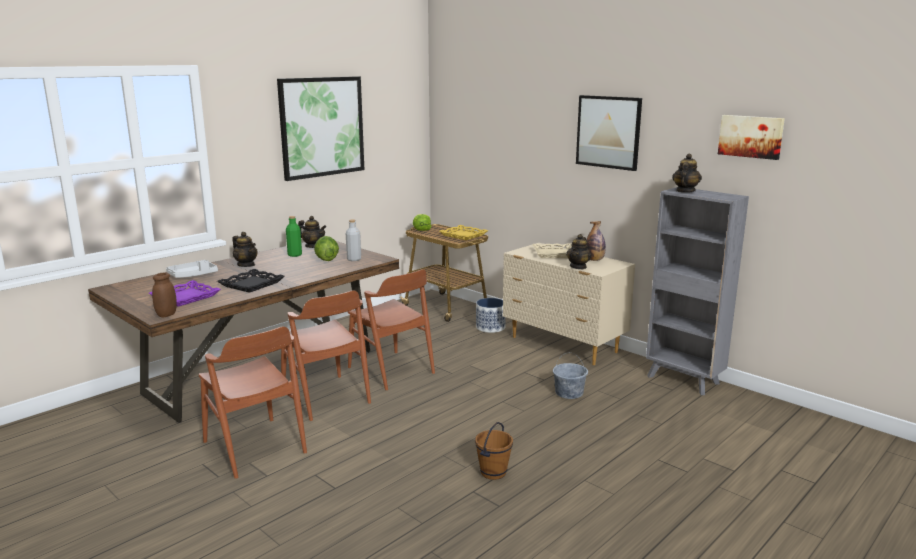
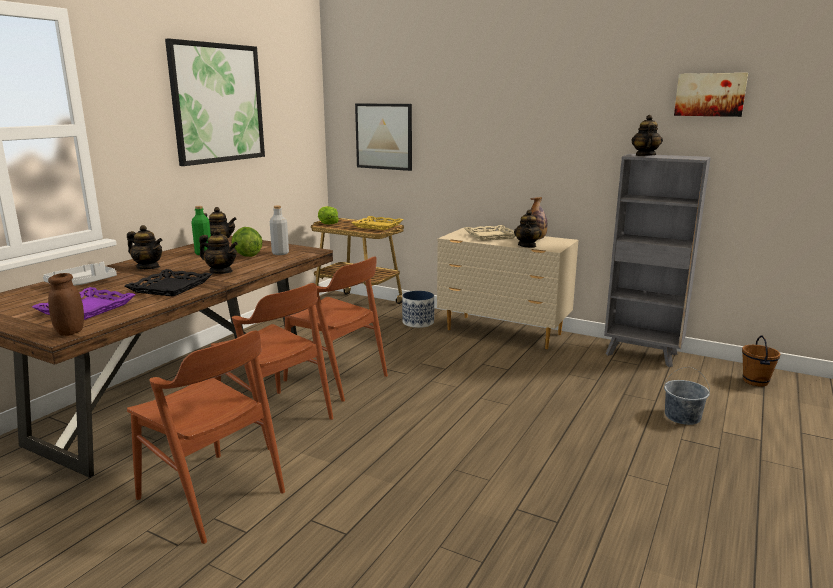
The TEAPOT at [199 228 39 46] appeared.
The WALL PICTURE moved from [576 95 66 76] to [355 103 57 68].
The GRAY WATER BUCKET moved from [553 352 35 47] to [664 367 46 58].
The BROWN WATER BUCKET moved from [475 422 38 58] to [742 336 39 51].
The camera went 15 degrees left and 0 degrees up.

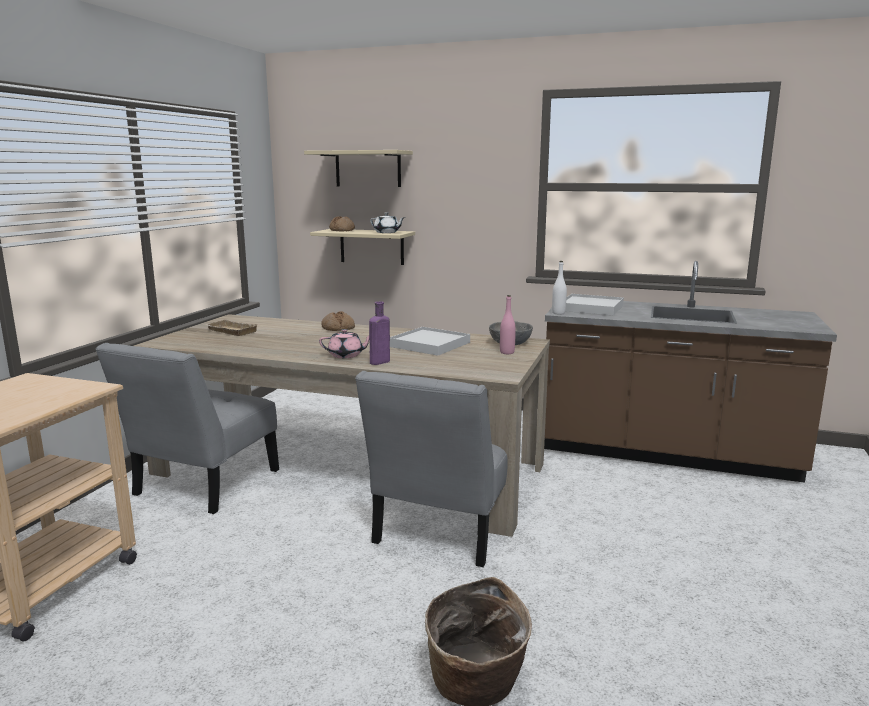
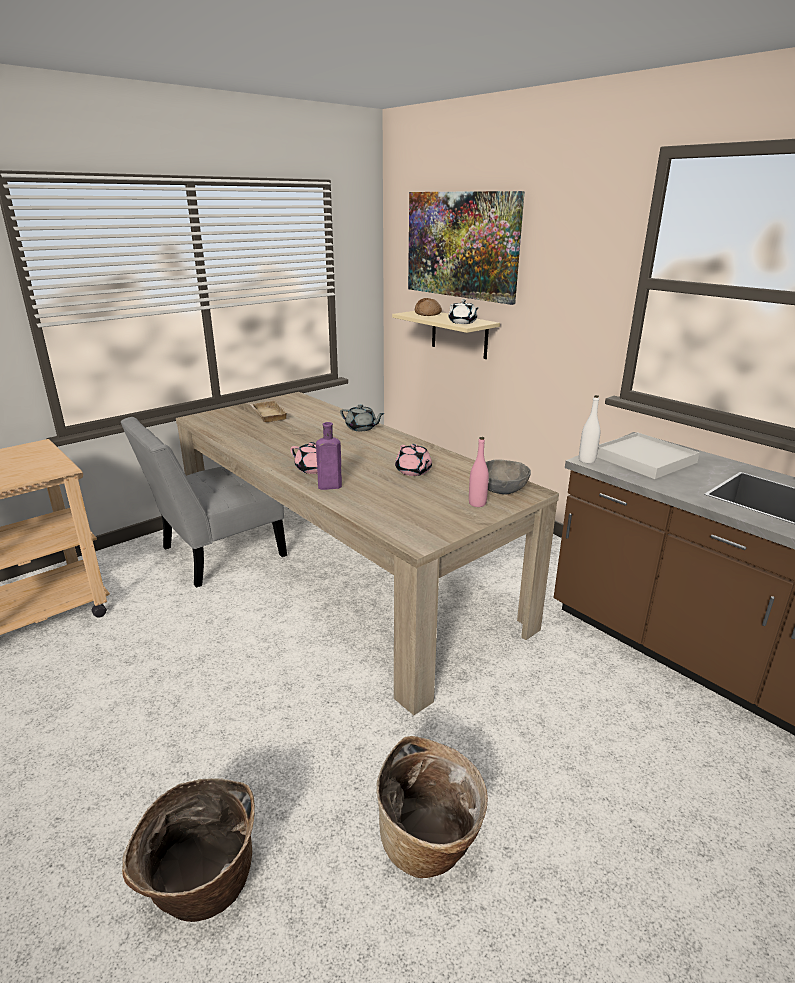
The BREAD at [321 311 34 20] was replaced by the GRAY TEAPOT at [340 404 45 27].
The STORAGE BASKET at [377 736 111 142] appeared.
The WHITISH SERVING TRAY at [390 327 80 29] was replaced by the PINK TEAPOT at [395 444 37 32].
The BEIGE-COLOURED BRACKET SHELF at [304 150 109 37] was replaced by the WALL PICTURE at [408 191 117 114].
The GRAY CHAIR at [355 371 153 196] disappeared.
The camera went 30 degrees right and 10 degrees up.

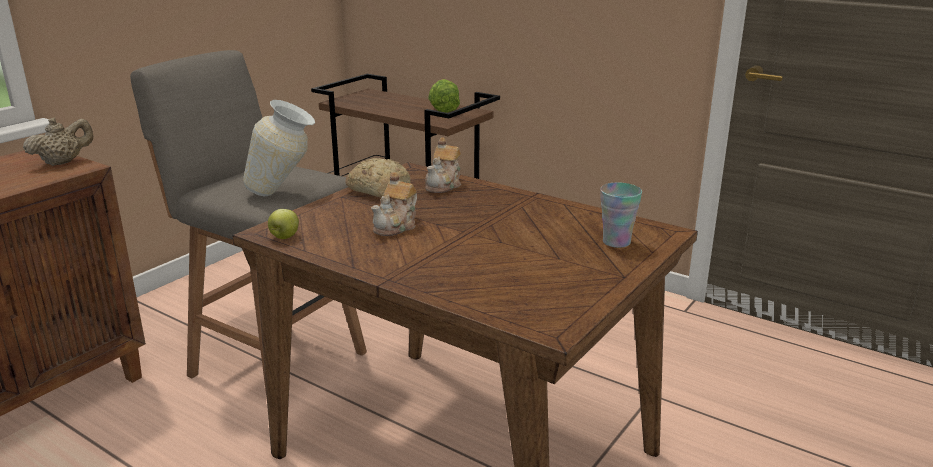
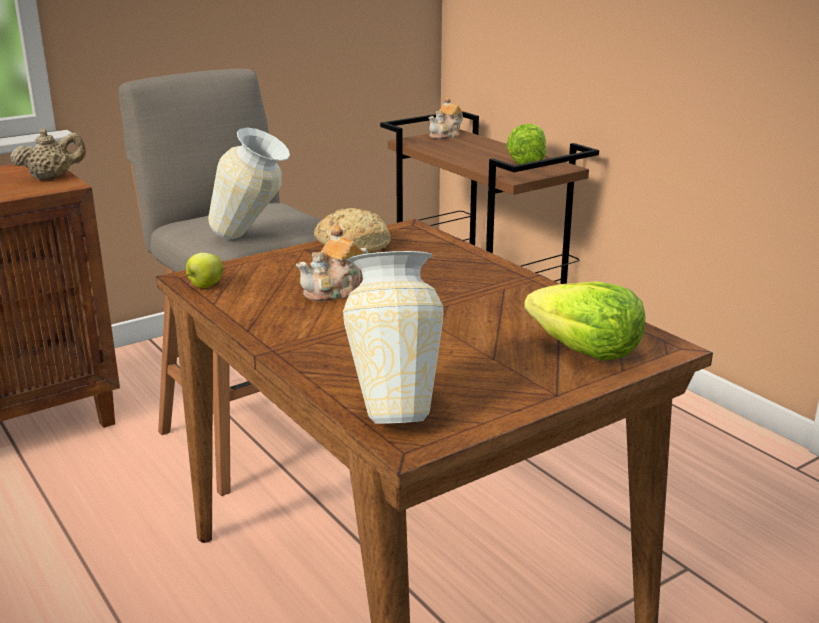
The DECORATIVE VASE at [343 251 100 173] appeared.
The TEAPOT moved from [425 137 36 56] to [428 97 35 42].
The CUP at [600 183 42 65] was replaced by the LETTUCE HEAD at [524 281 121 80].
The camera went 20 degrees right and 0 degrees up.

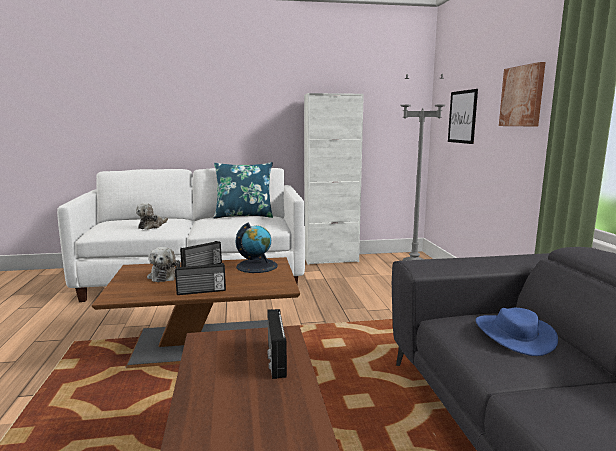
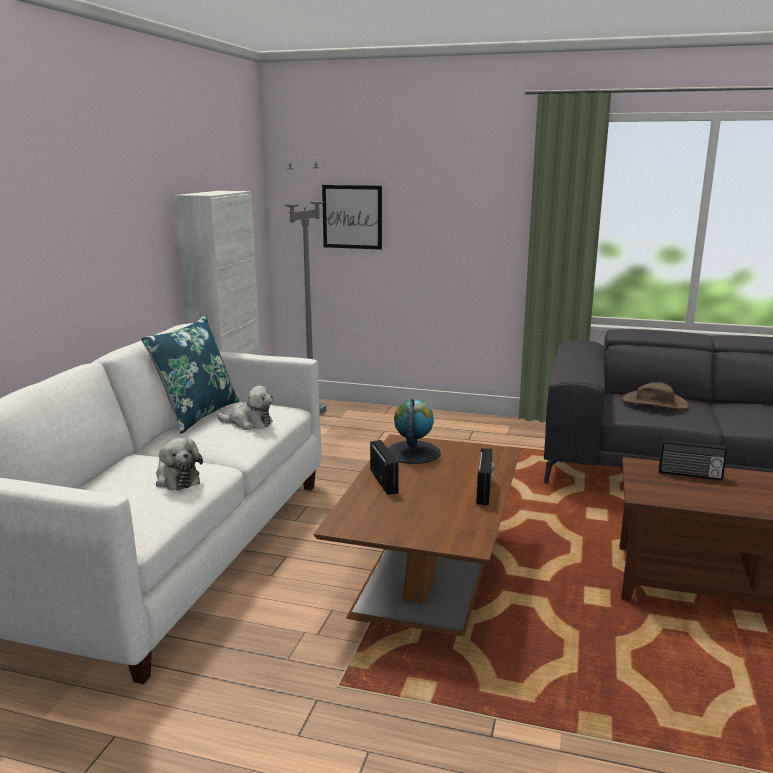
The PLUSH TOY moved from [147 247 33 35] to [217 385 56 45].
The BLUISH CLOTHING HAT at [475 308 83 48] became the BROWN CLOTHING HAT at [621 382 69 28].
The WALL PICTURE at [499 62 46 65] disappeared.
The camera went 65 degrees left and 5 degrees up.

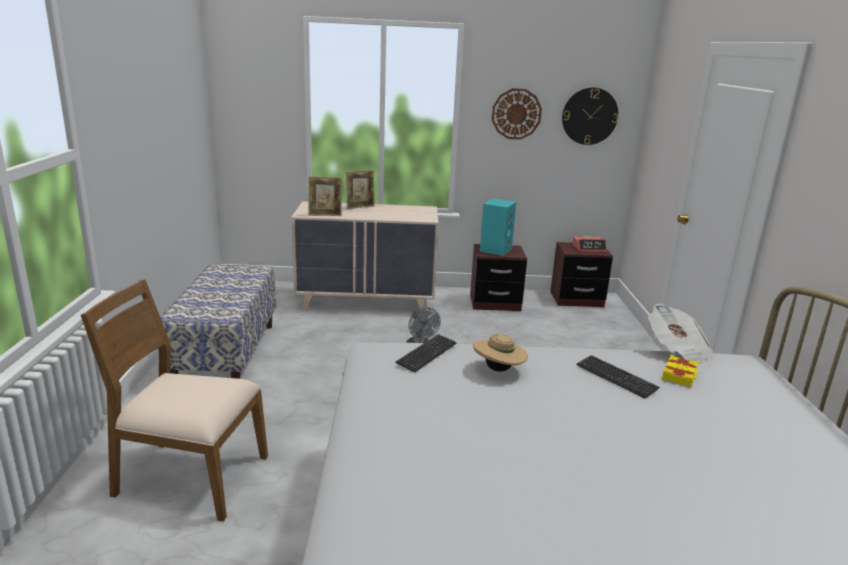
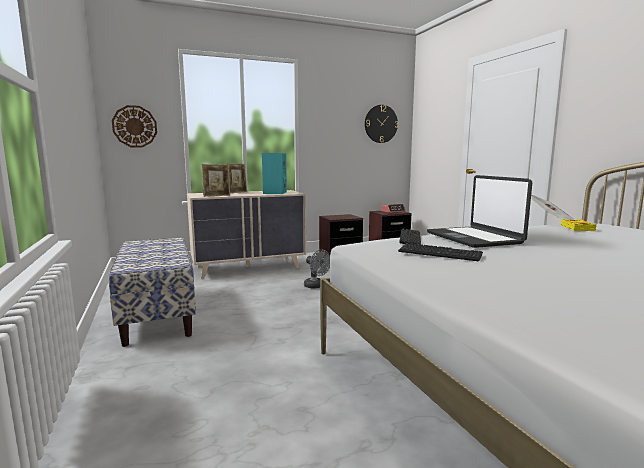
The CLOCK ON THE WALL moved from [492 88 50 52] to [112 105 45 43].
The TURQUOISE LOUDSPEAKER moved from [480 198 36 58] to [262 153 25 41].
The KEYBOARD moved from [576 355 84 43] to [398 243 85 18].
The BEIGE-COLOURED CLOTHING HAT at [473 334 55 38] was replaced by the LAPTOP at [427 175 105 73].
The BROWN CHAIR at [81 279 187 243] disappeared.
The camera went 20 degrees left and 10 degrees down.

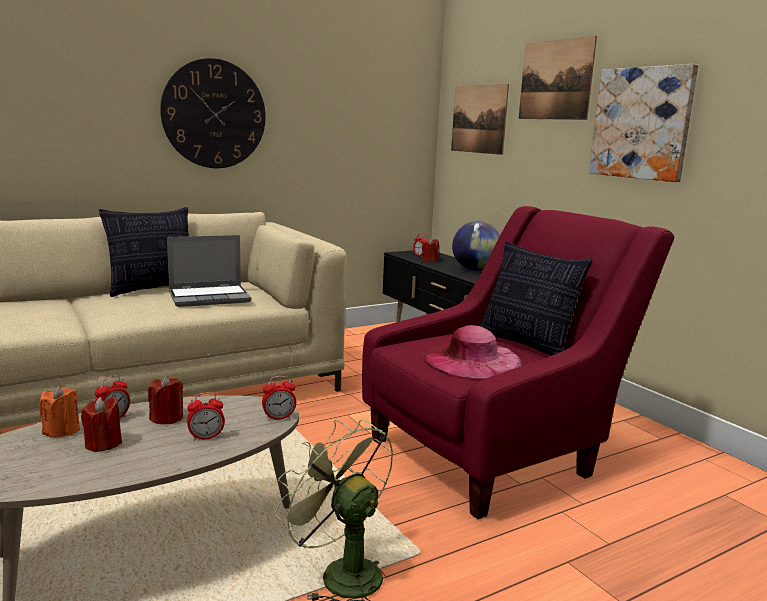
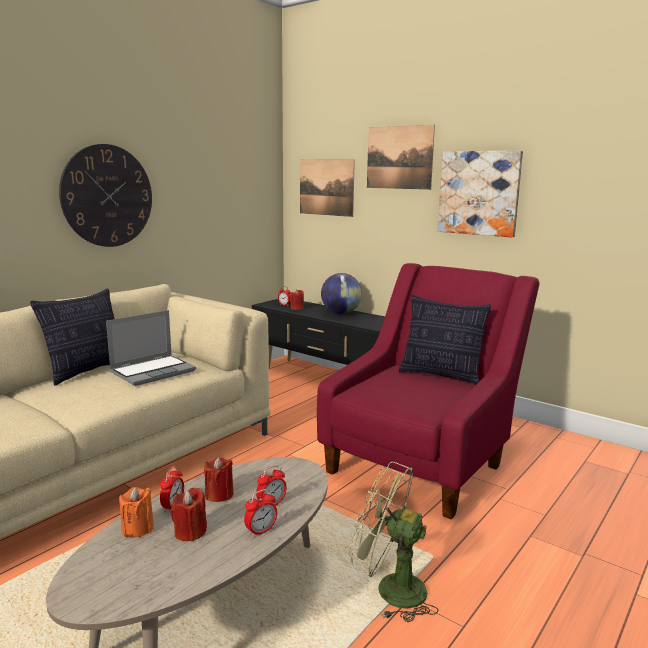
The BEDSIDE CLOCK moved from [262 376 34 45] to [244 489 33 49].
The PINK CLOTHING HAT at [423 325 99 54] disappeared.
The camera went 20 degrees left and 0 degrees up.

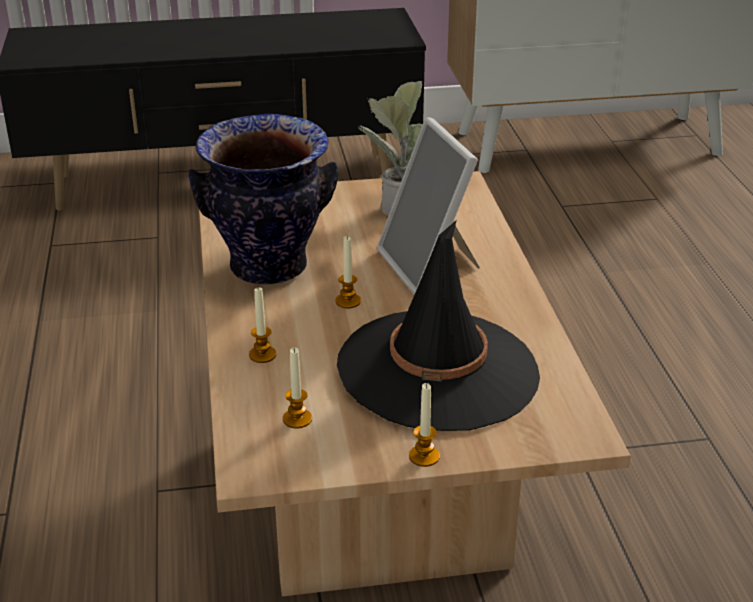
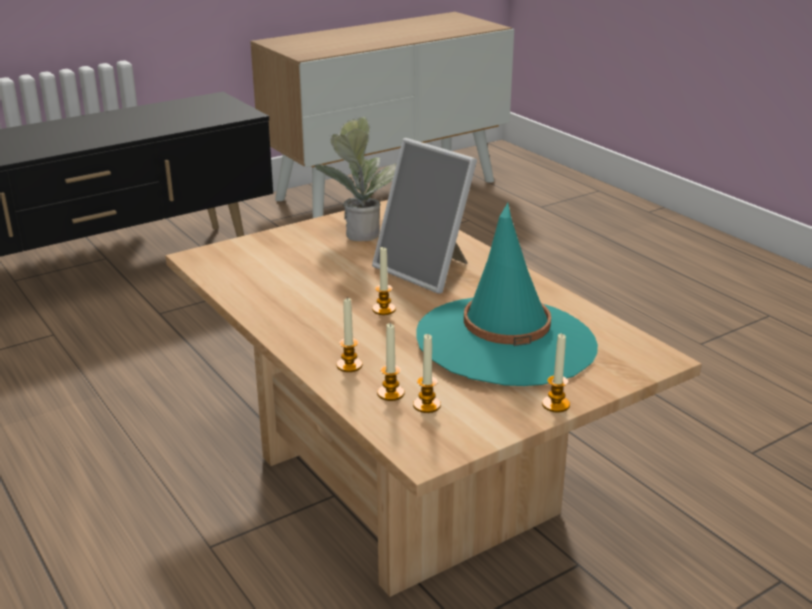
The WAX CANDLE at [377 323 27 78] appeared.
The BLACK-COLOURED CLOTHING HAT at [337 220 203 211] became the TURQUOISE CLOTHING HAT at [416 203 182 183].
The DECORATIVE VASE at [188 113 151 172] disappeared.
The camera went 25 degrees left and 5 degrees down.

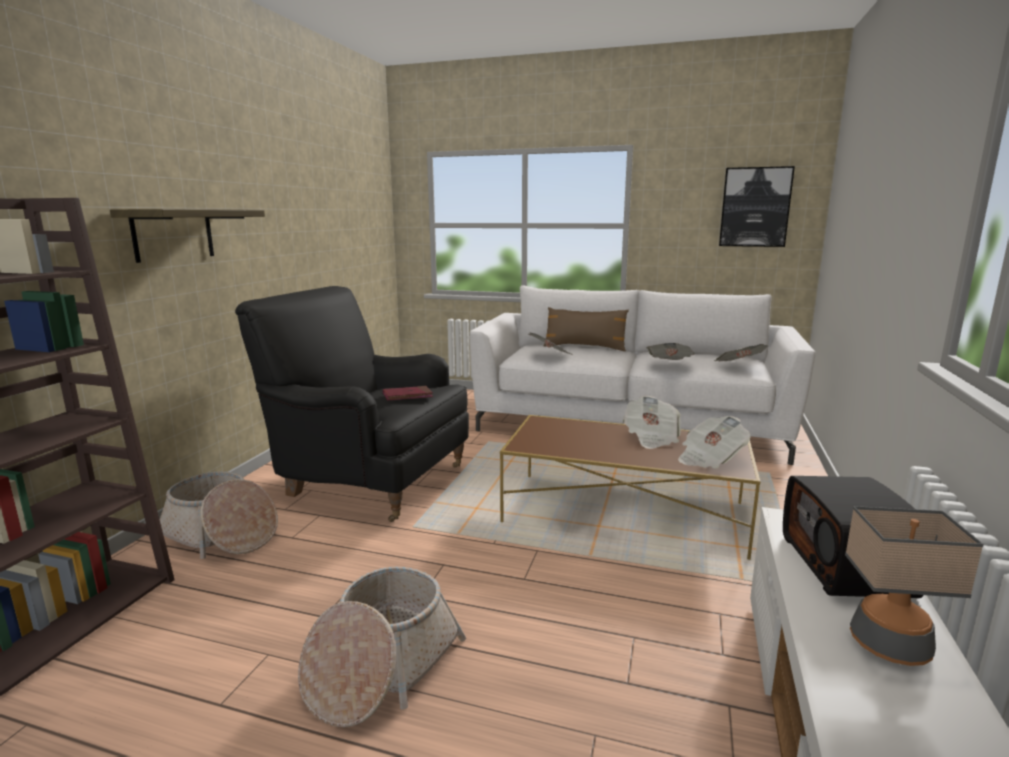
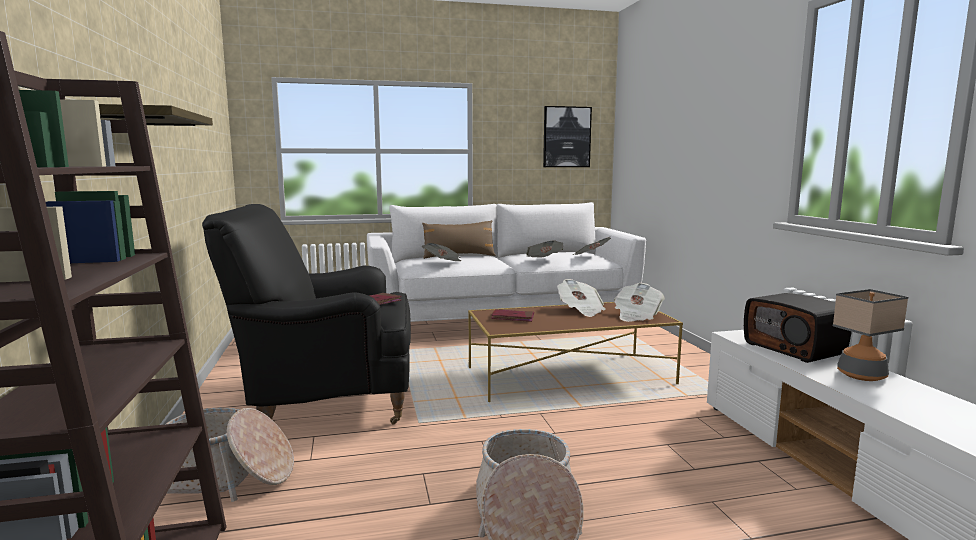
The RED VOLUME at [491 309 43 13] appeared.
The camera went 30 degrees left and 5 degrees down.

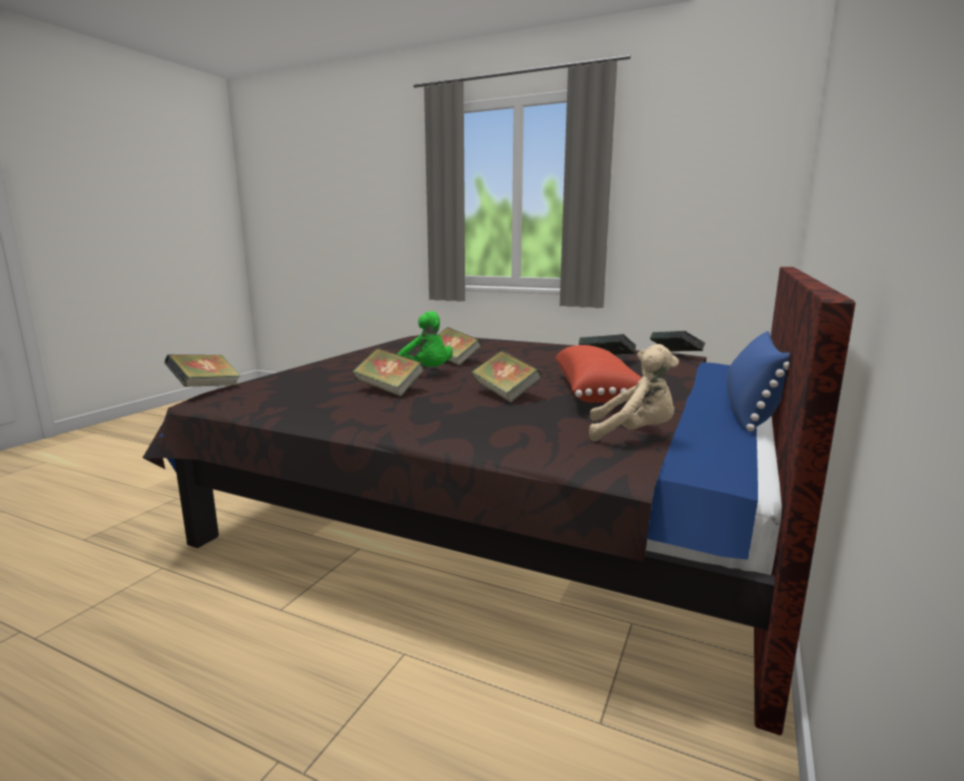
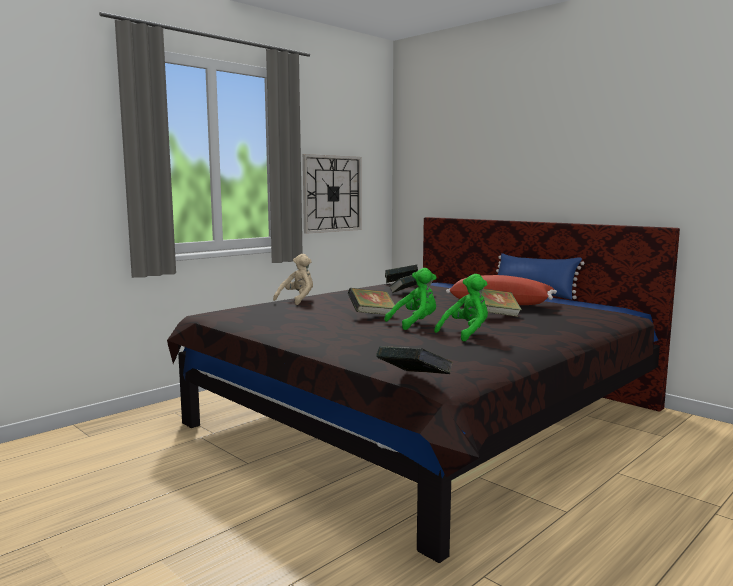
The BEIGE-COLOURED PLUSH TOY moved from [589 344 90 97] to [273 254 40 51].
The CLOCK ON THE WALL at [303 154 58 80] appeared.
The VOLUME at [352 348 72 49] was replaced by the GREEN PLUSH TOY at [434 274 54 68].
The camera went 70 degrees left and 5 degrees down.

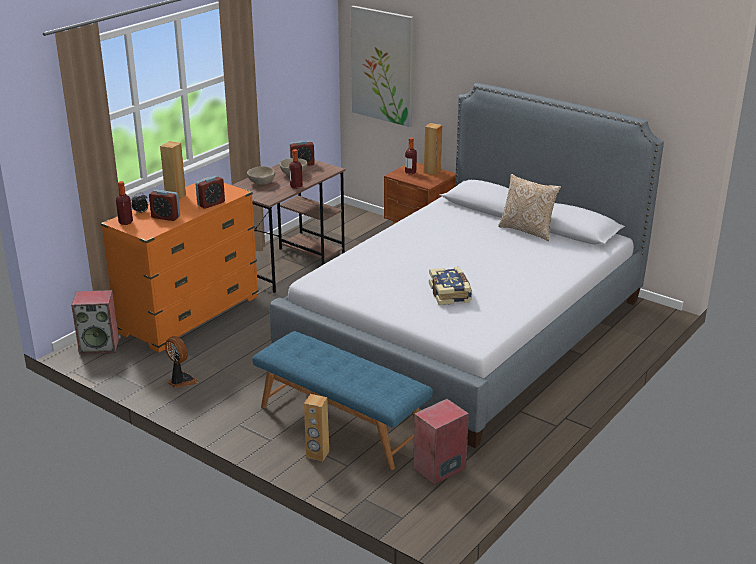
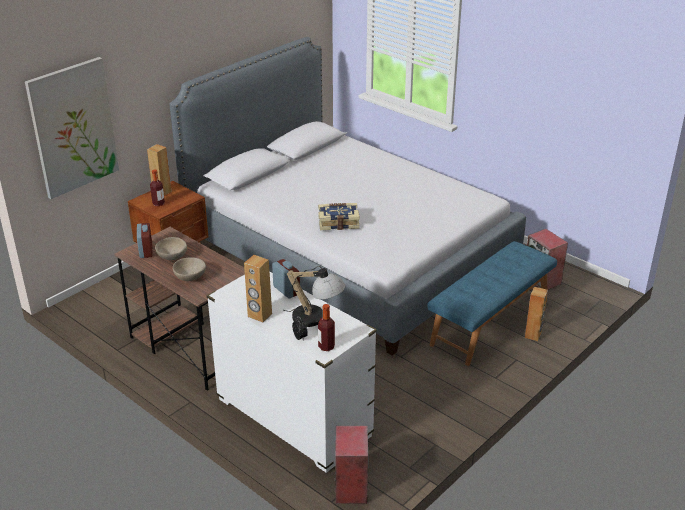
The ORANGEY DRAWER CHEST at [101 177 158 175] became the WHITISH DRAWER CHEST at [207 272 170 201].
The BEDSIDE CLOCK at [149 190 31 31] was replaced by the TABLETOP LAMP at [284 266 61 61].
The VOLUME moved from [429 267 43 38] to [318 203 42 27].
The ELECTRIC FAN at [165 336 33 52] disappeared.
The BEVERAGE BOTTLE at [289 149 14 40] disappeared.
The CUSHION at [498 174 63 67] disappeared.
The camera went 85 degrees left and 5 degrees up.

